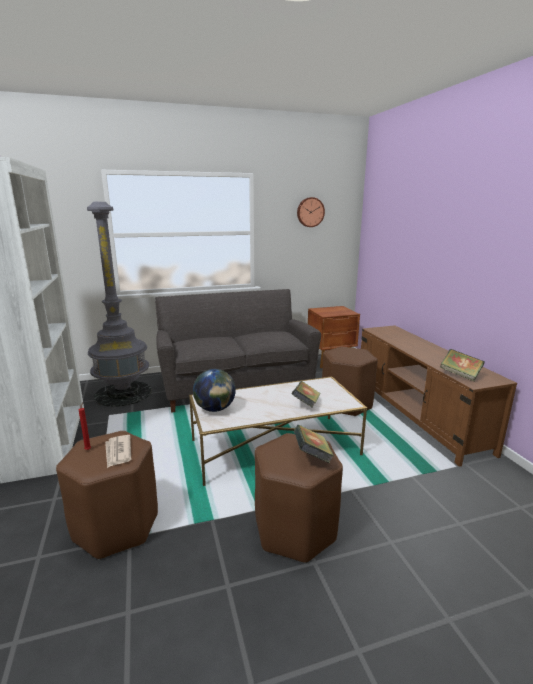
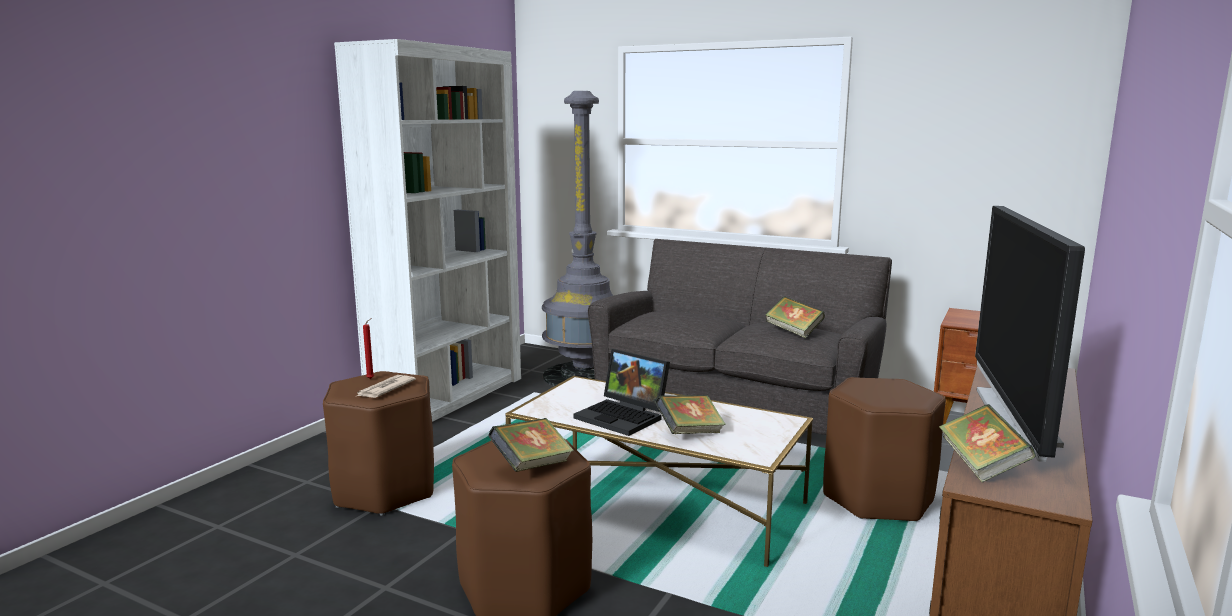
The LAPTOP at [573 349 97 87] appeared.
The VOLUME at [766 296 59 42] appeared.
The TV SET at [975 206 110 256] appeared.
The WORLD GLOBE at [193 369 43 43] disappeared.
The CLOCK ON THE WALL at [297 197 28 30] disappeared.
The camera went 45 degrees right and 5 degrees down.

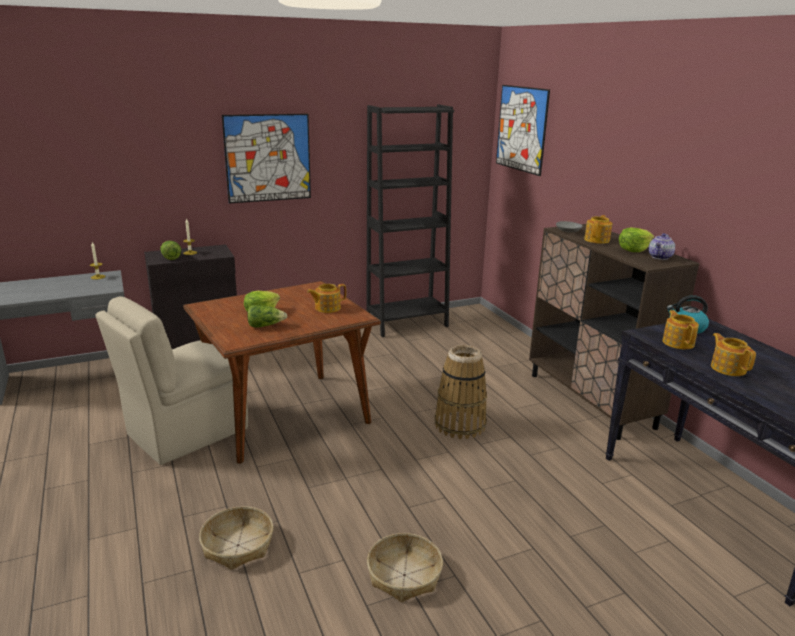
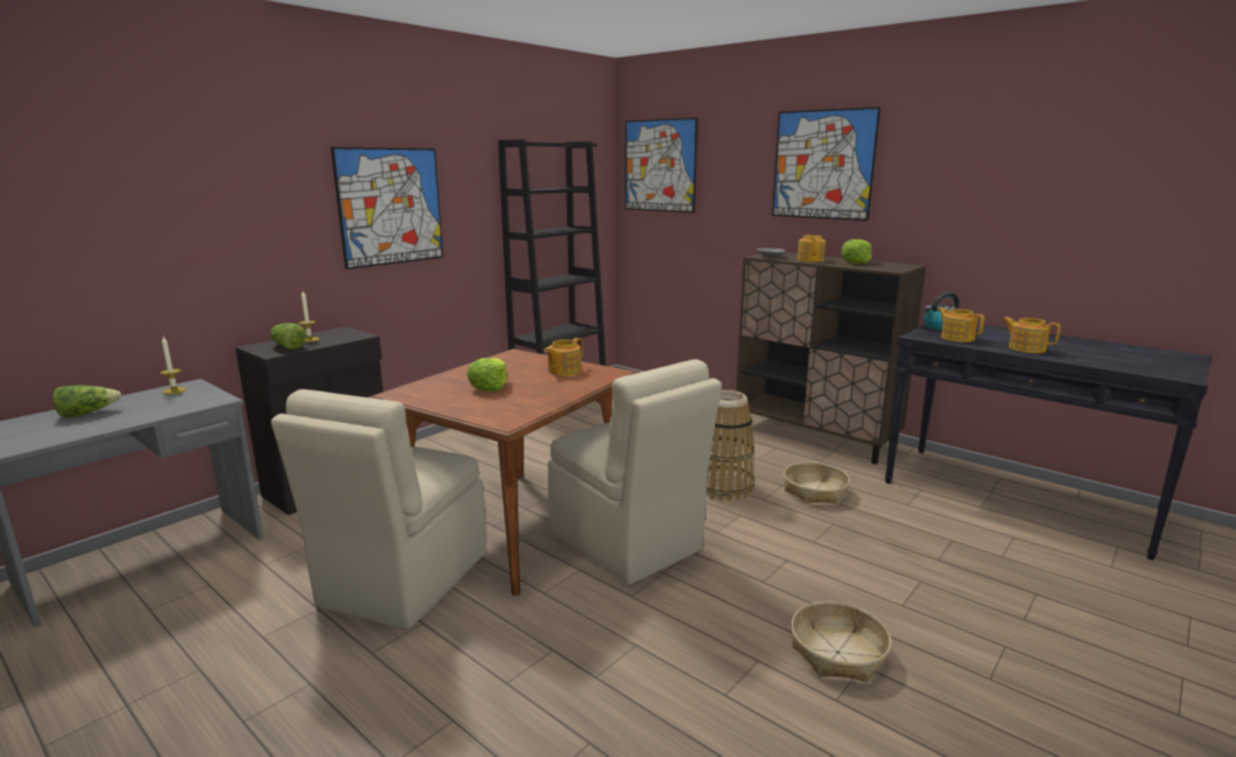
The LETTUCE HEAD moved from [247 305 40 23] to [53 385 69 33].
The BEIGE-COLOURED CHAIR at [548 359 174 226] appeared.
The WALL PICTURE at [772 107 109 114] appeared.
The STORAGE BASKET moved from [199 506 74 64] to [783 462 67 42].
The TEAPOT at [648 233 27 27] disappeared.
The camera went 25 degrees left and 5 degrees down.

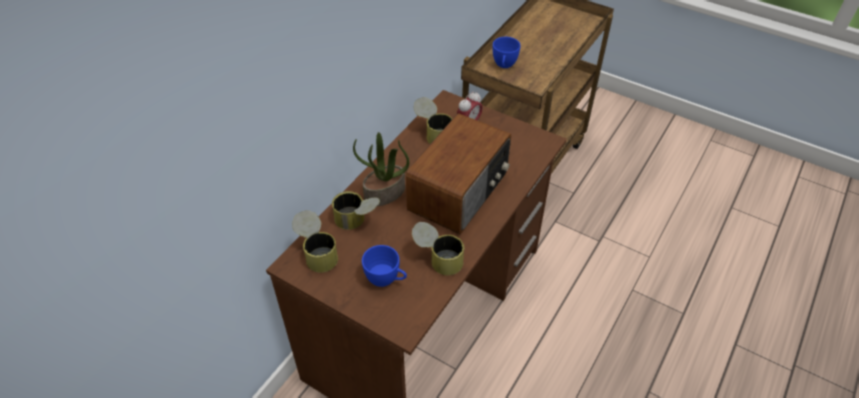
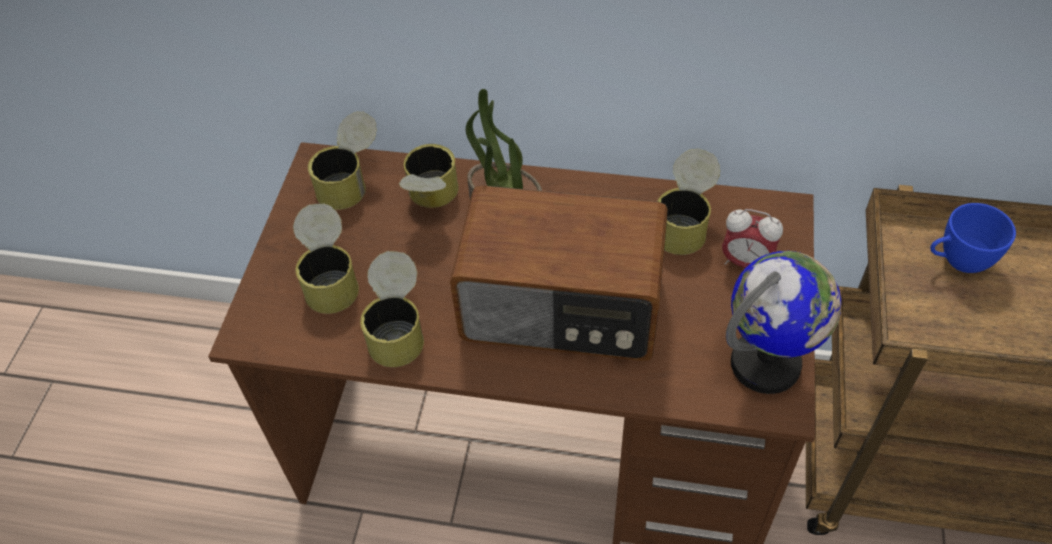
The BLUISH CUP at [362 245 45 42] was replaced by the METAL CAN at [293 204 66 110].
The WORLD GLOBE at [726 251 115 143] appeared.
The camera went 70 degrees right and 5 degrees up.

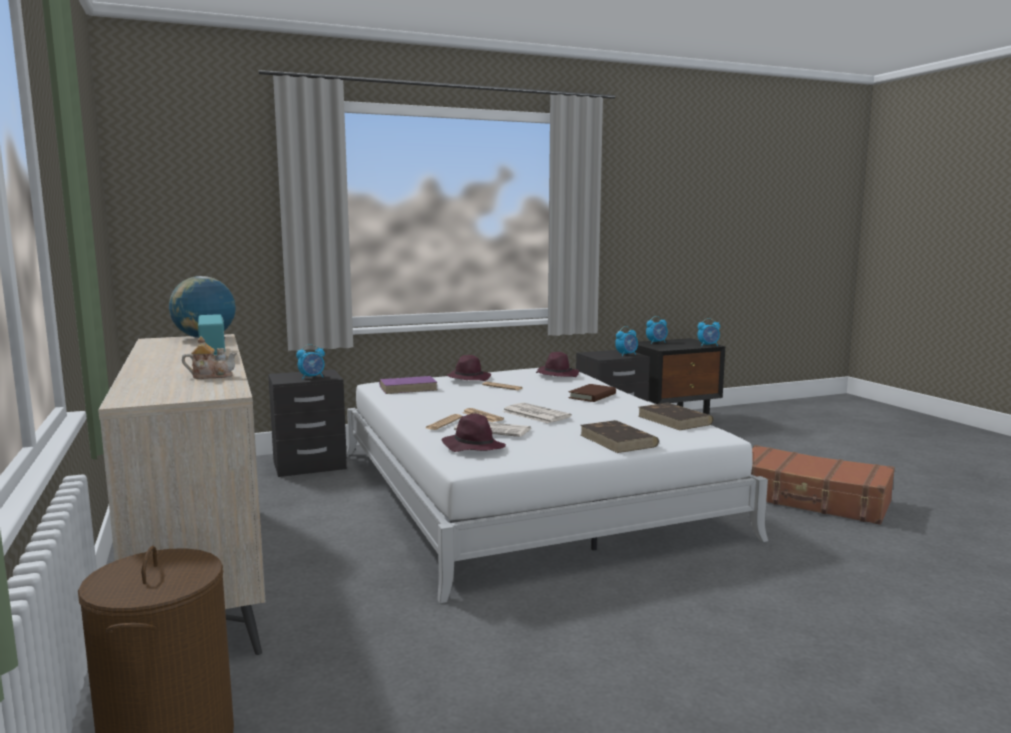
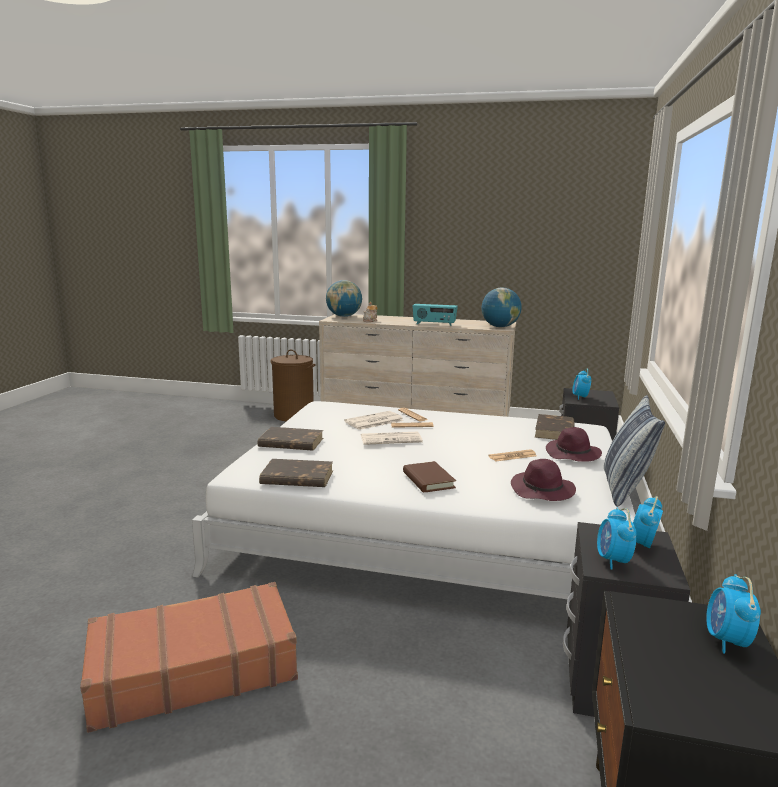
The WORLD GLOBE at [326 280 36 37] appeared.
The PURPLISH VOLUME at [379 376 58 18] became the BROWN VOLUME at [535 414 40 26].
The CUSHION at [604 395 61 112] appeared.
The BEDSIDE CLOCK moved from [698 318 22 28] to [633 496 30 52].
The PURPLISH CLOTHING HAT at [442 413 64 39] disappeared.
The camera went 125 degrees right and 5 degrees up.

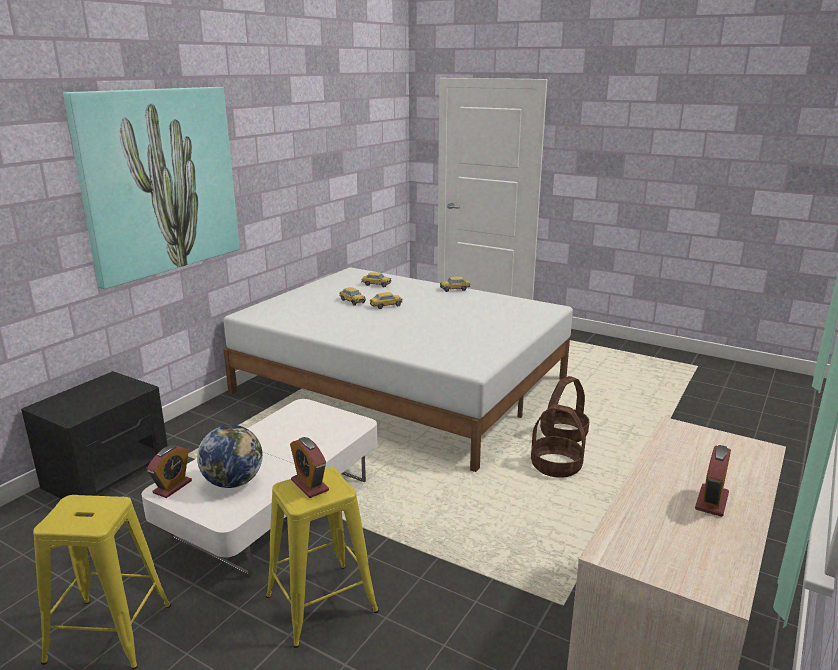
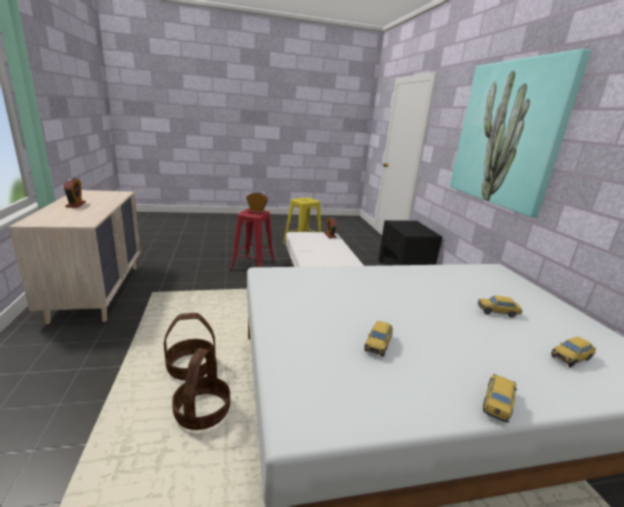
The YELLOW SITTING STOOL at [266 467 113 181] became the RED SITTING STOOL at [230 208 45 62].
The MINIATURE CAR moved from [370 292 32 17] to [364 321 29 36].
The WORLD GLOBE at [197 425 66 63] disappeared.
The camera went 135 degrees right and 0 degrees up.

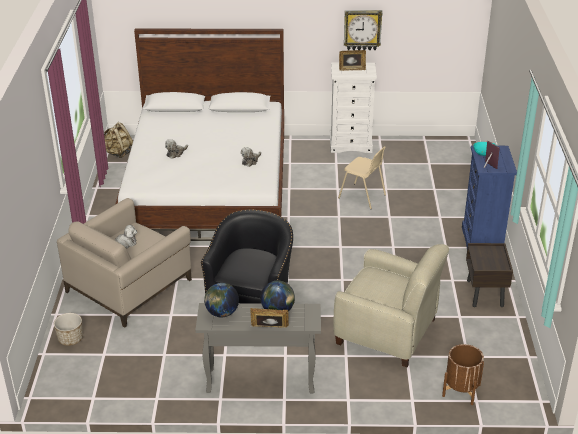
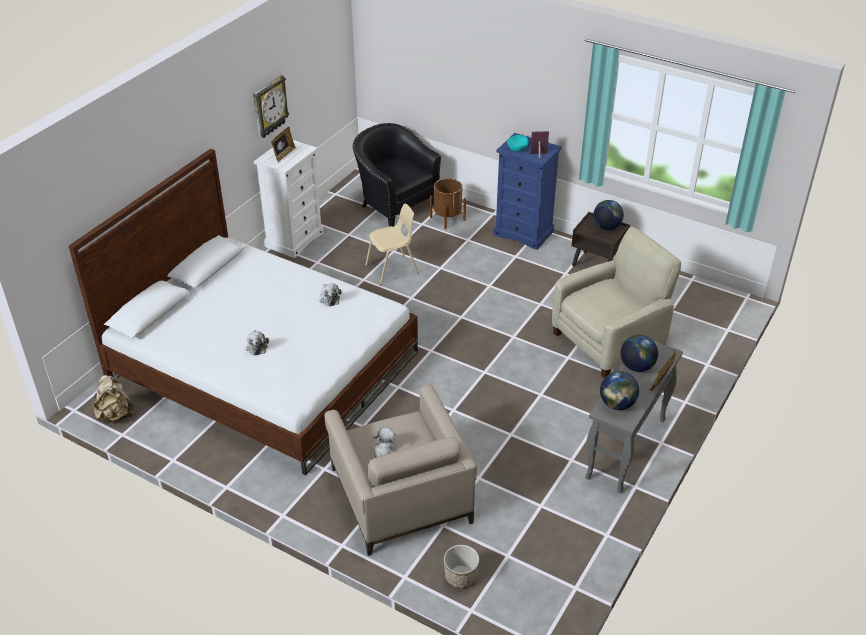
The BLACK-COLOURED ARMCHAIR moved from [201 210 92 93] to [353 123 88 104].
The BROWN PLANTER moved from [442 344 42 61] to [430 178 36 51].
The WORLD GLOBE at [593 200 31 30] appeared.
The camera went 60 degrees left and 5 degrees up.

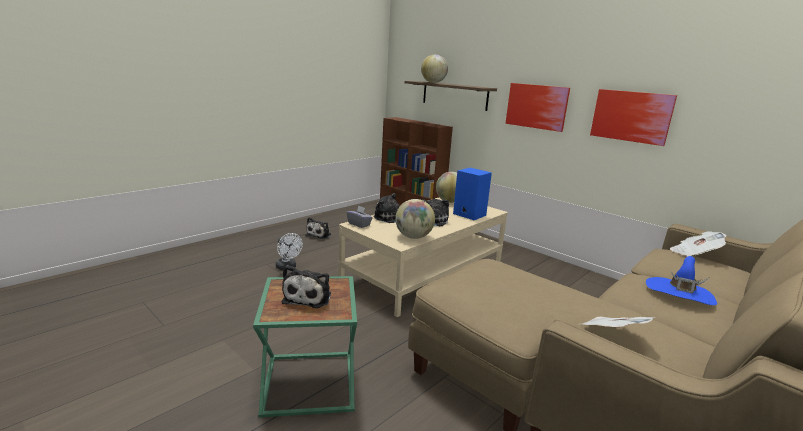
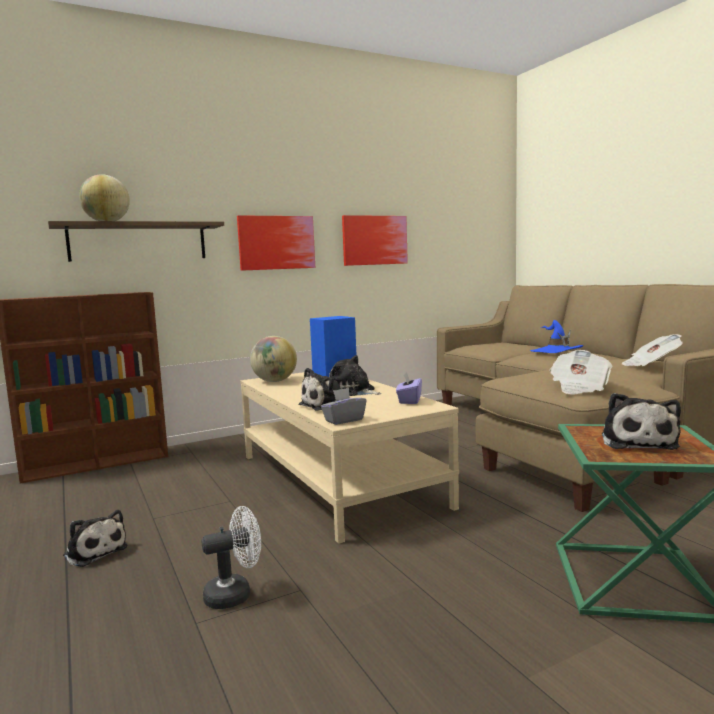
The WORLD GLOBE at [395 199 40 40] was replaced by the PURPLISH TISSUE HOLDER at [396 372 26 32].
The NEWSPAPER moved from [670 231 57 26] to [550 350 62 44].
The PLUSH TOY at [282 265 49 43] turned 75 degrees clockwise.
The camera went 70 degrees left and 10 degrees down.

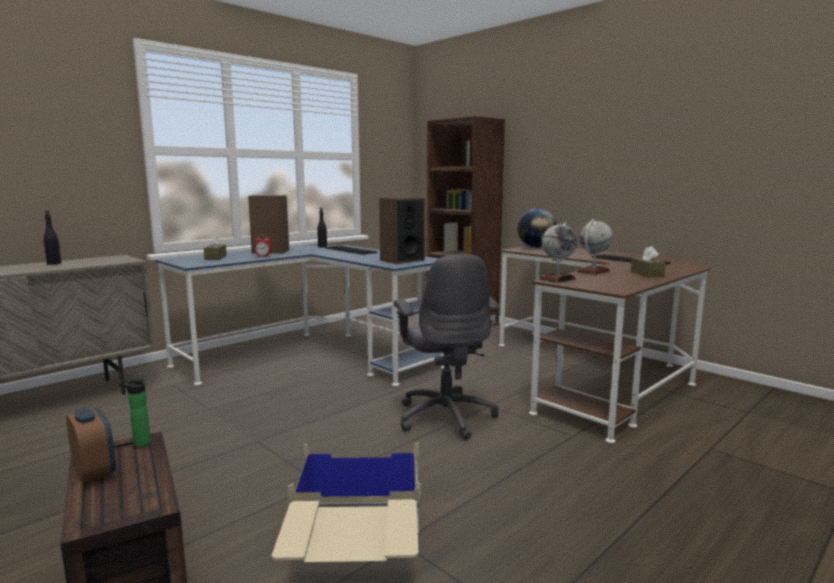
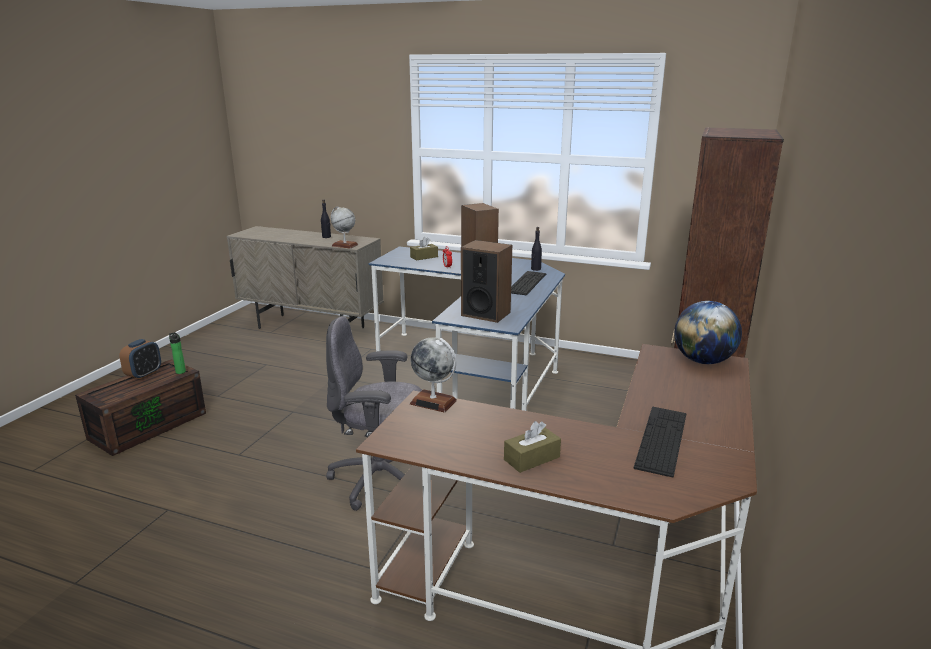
The GRAY DESK CHAIR at [394 254 105 186] turned 45 degrees clockwise.
The WORLD GLOBE moved from [577 219 36 56] to [331 206 27 43].
The BEIGE-COLOURED STORAGE BIN at [272 443 149 119] disappeared.
The camera went 65 degrees right and 10 degrees up.

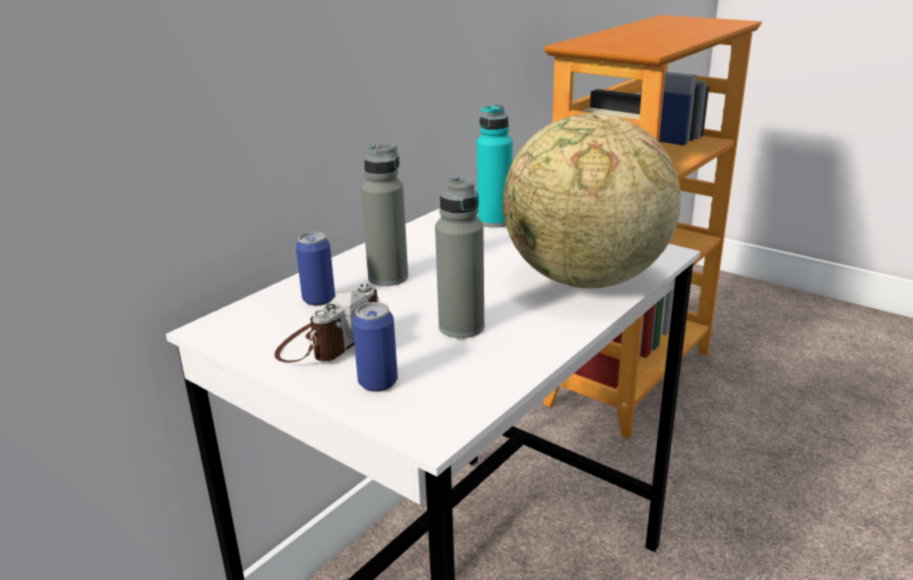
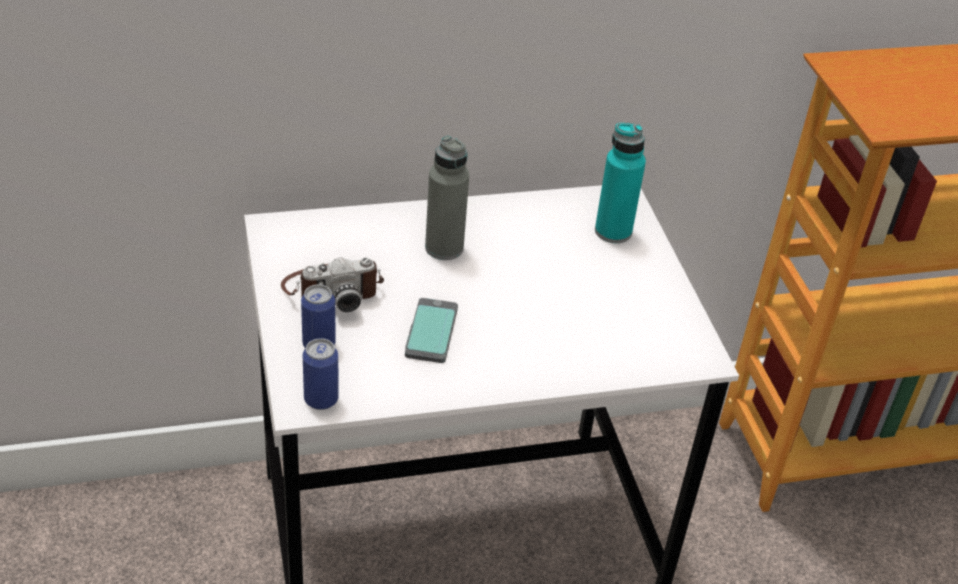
The METAL CAN moved from [296 232 39 74] to [303 338 36 72].
The GRAY BEVERAGE BOTTLE at [435 177 49 161] was replaced by the PHONE at [405 298 53 65].
The WORLD GLOBE at [503 113 178 175] disappeared.
The camera went 35 degrees right and 15 degrees up.

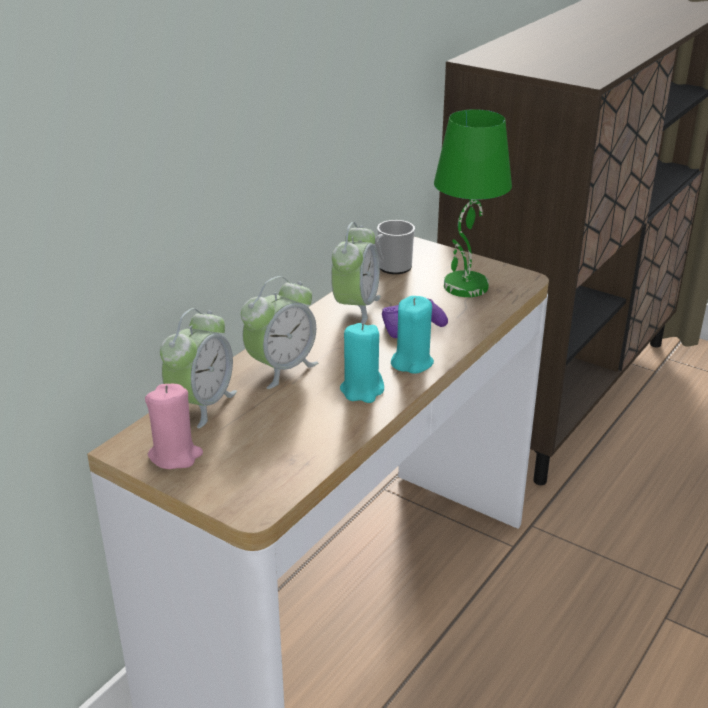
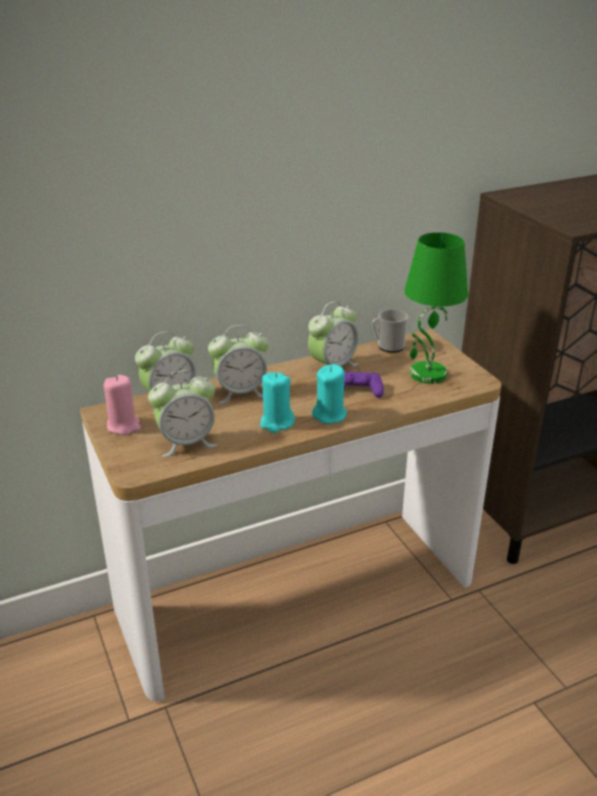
The BEDSIDE CLOCK at [148 370 69 87] appeared.
The camera went 30 degrees right and 0 degrees up.

